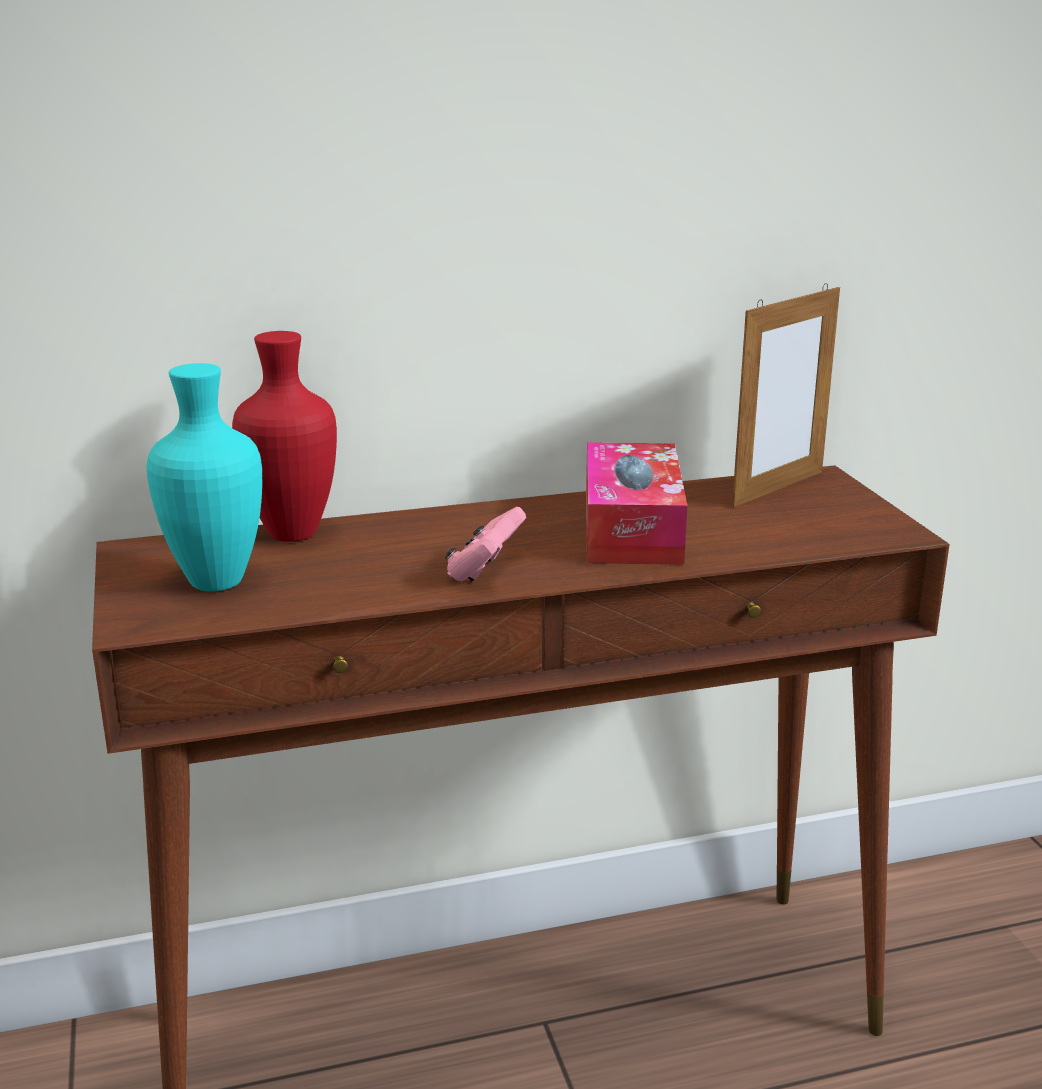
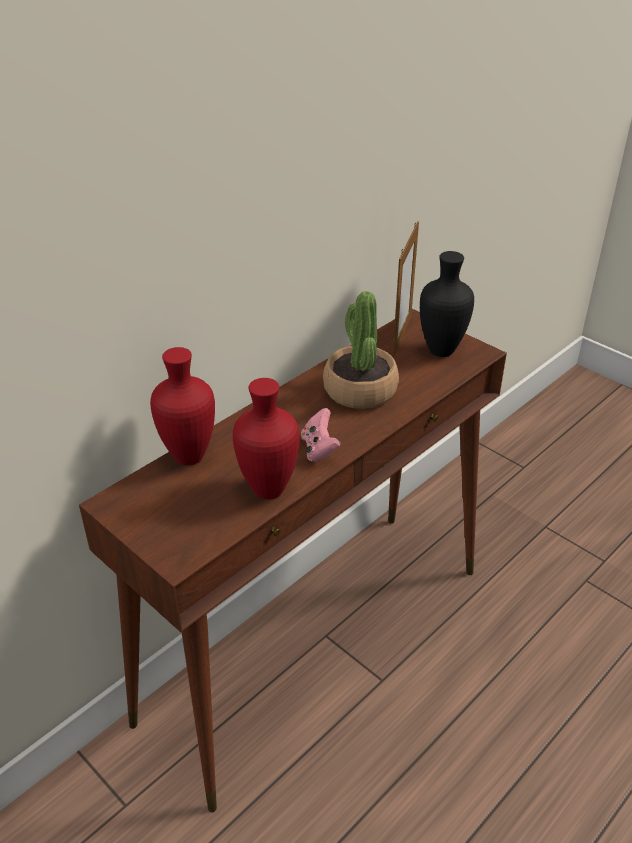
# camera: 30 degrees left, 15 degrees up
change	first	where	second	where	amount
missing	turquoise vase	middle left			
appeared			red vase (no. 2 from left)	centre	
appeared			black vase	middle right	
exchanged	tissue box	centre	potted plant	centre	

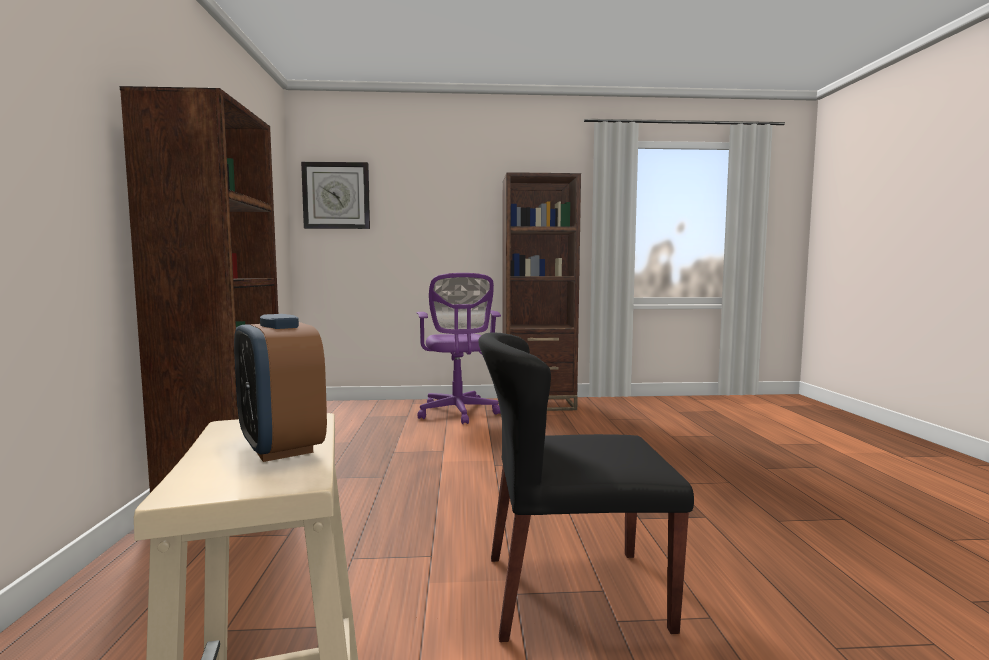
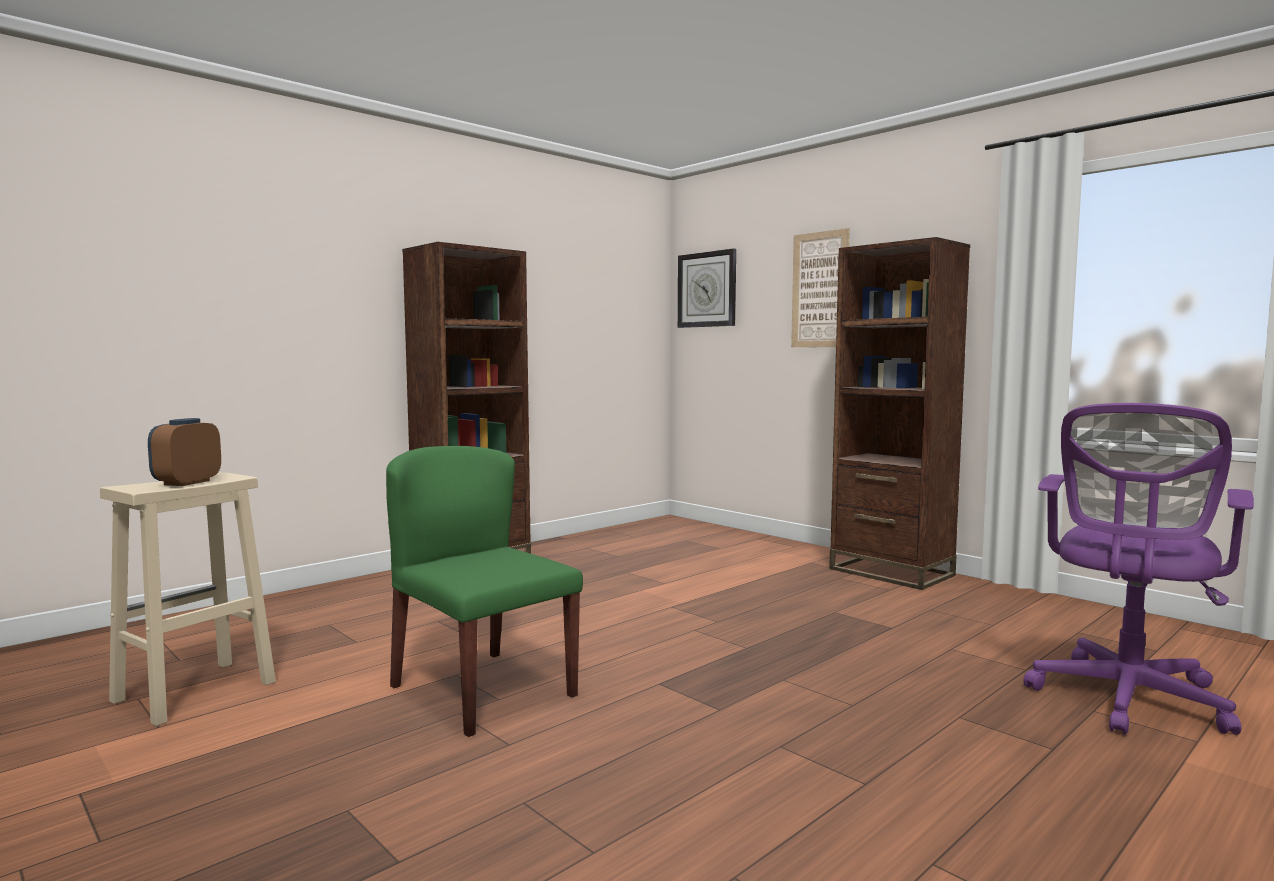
# camera: 50 degrees right, 0 degrees up
change	first	where	second	where	amount
appeared			picture	top centre	
relocated	purple office chair	centre		middle right	
colour	black chair	bottom centre	green chair	bottom centre	

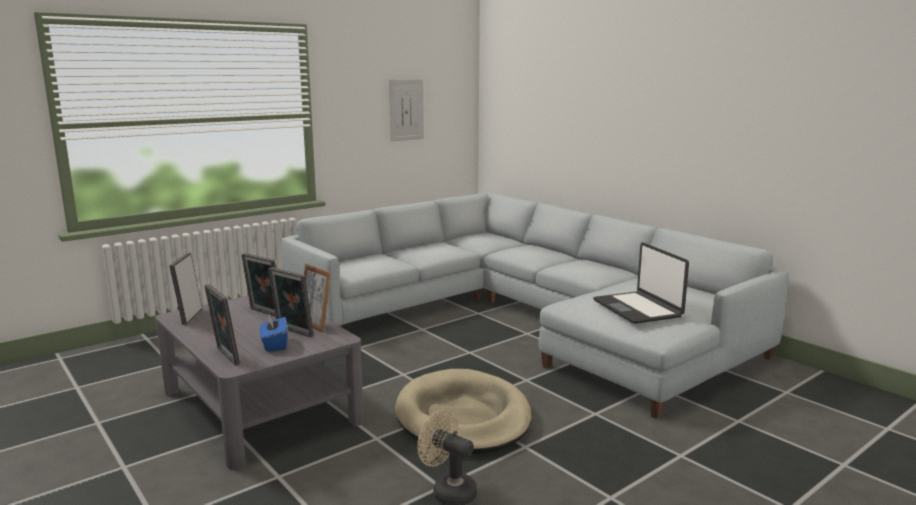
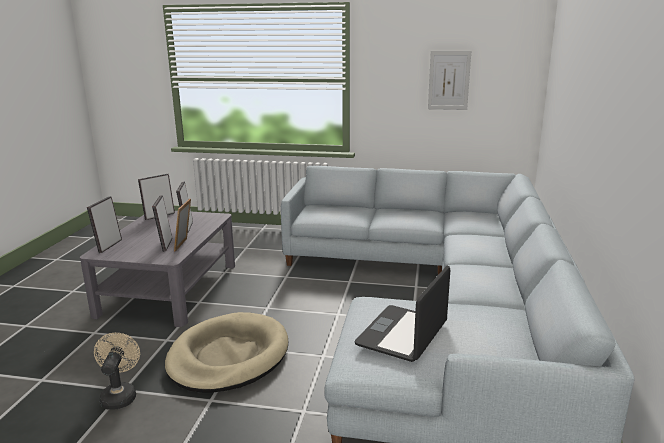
# camera: 50 degrees right, 5 degrees up
change	first	where	second	where	amount
missing	blue tissue box	middle left			

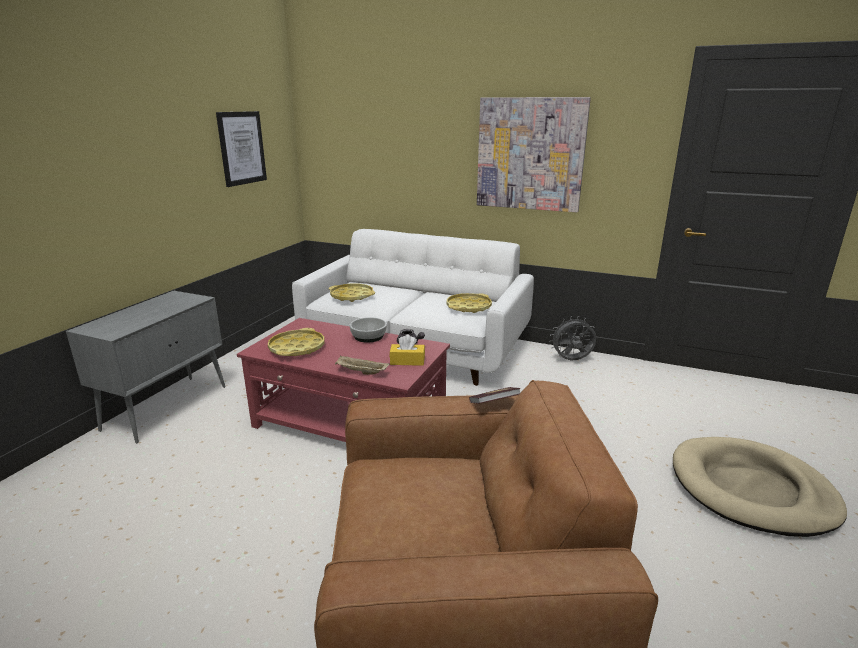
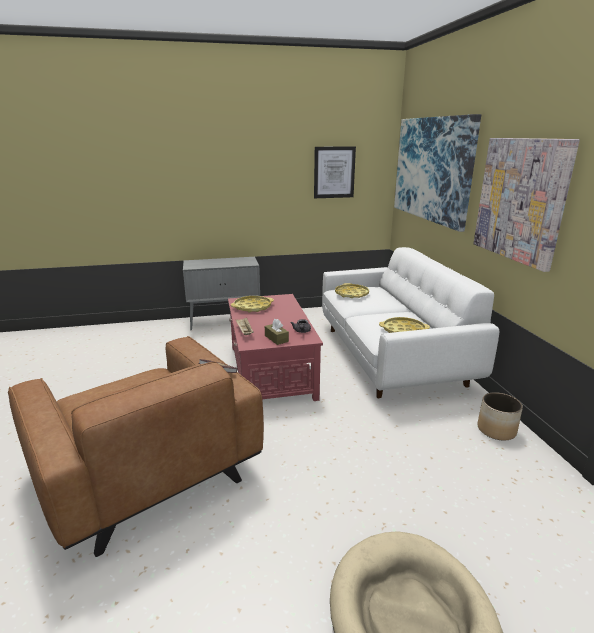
# camera: 55 degrees right, 0 degrees up
change	first	where	second	where	amount
missing	bowl	centre			
appeared			picture (no. 2 from left)	top right	
exchanged	grey fan	middle right	planter	middle right	
colour	yellow tissue box	centre	brown tissue box	centre	

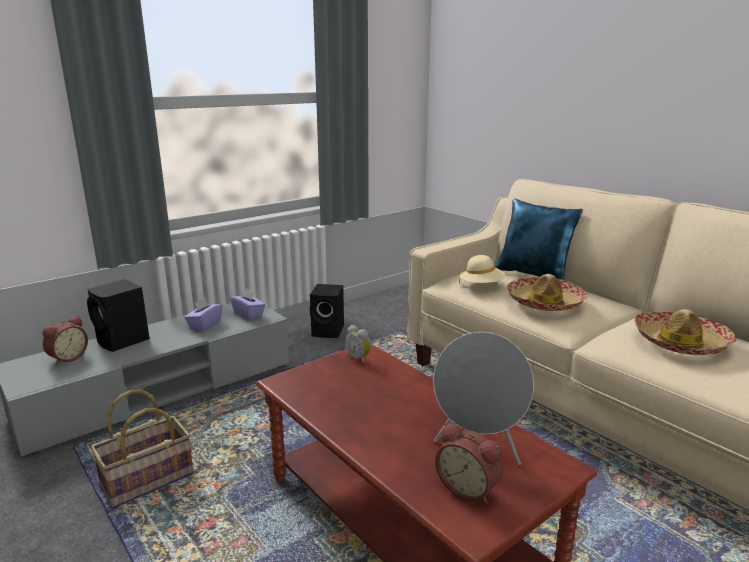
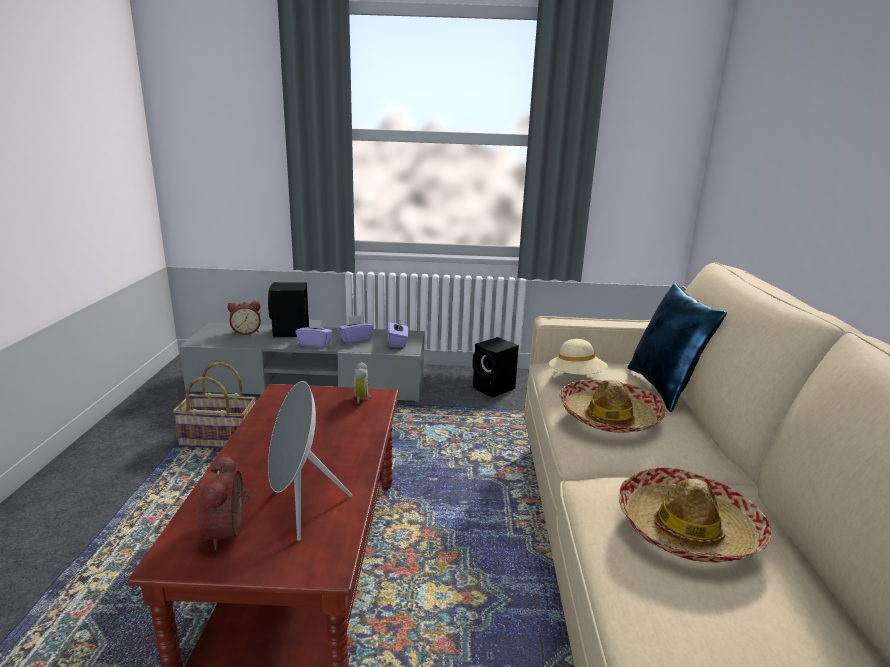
# camera: 40 degrees right, 0 degrees up
change	first	where	second	where	amount
appeared			purple tissue box (no. 1 from left)	centre	

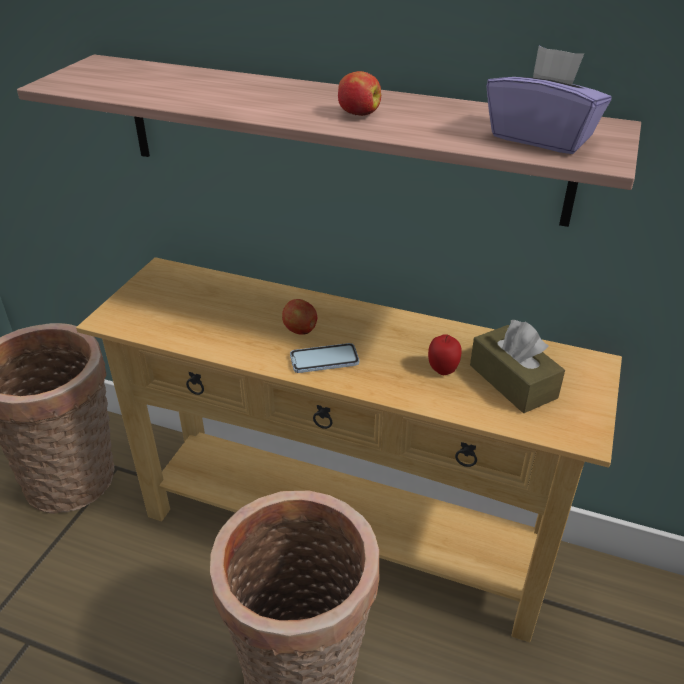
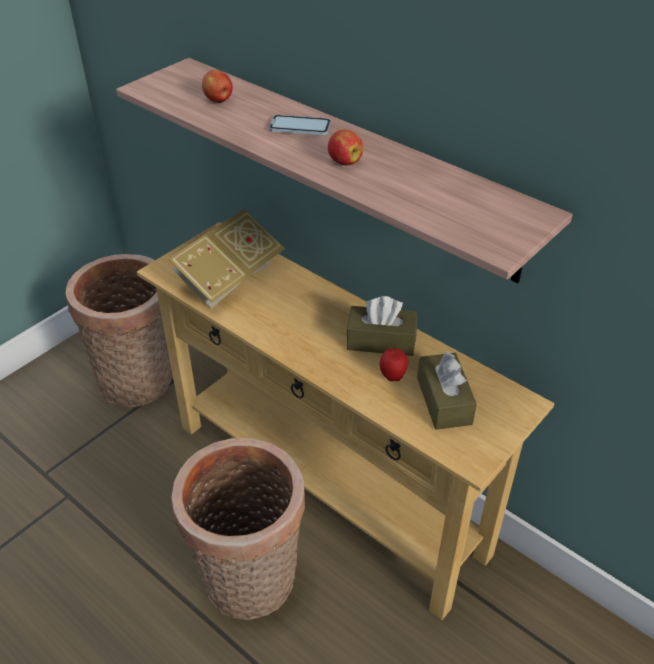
# camera: 20 degrees right, 5 degrees up
change	first	where	second	where	amount
missing	purple tissue box	top right			
appeared			book	centre	
appeared			brown tissue box (no. 1 from left)	centre	
relocated	apple (no. 1 from left)	centre		top left	
relocated	phone	centre		top centre	

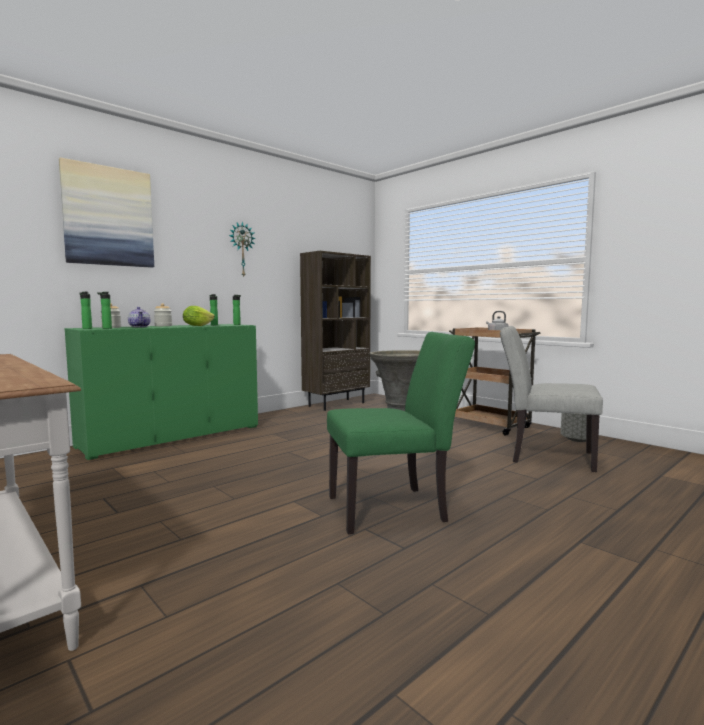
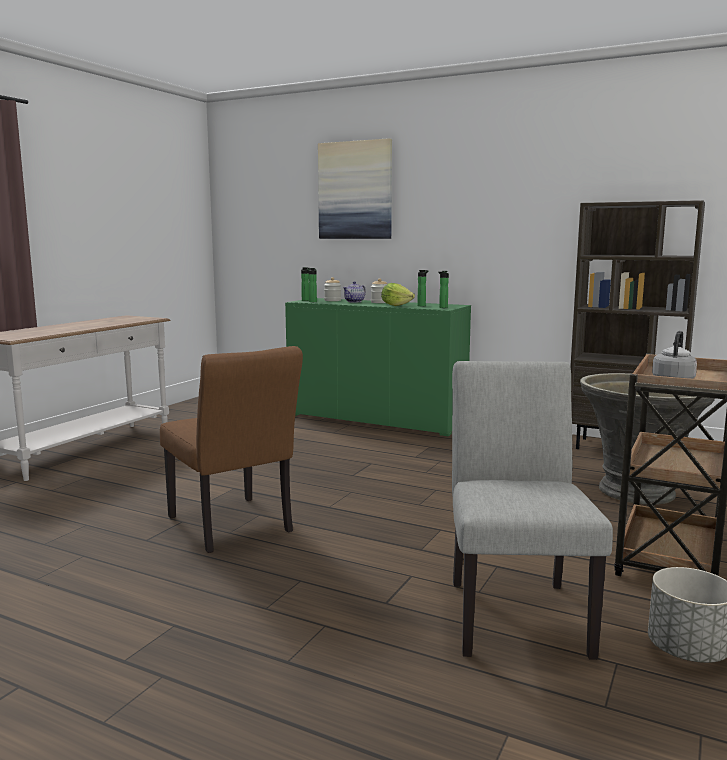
# camera: 70 degrees right, 5 degrees up
change	first	where	second	where	amount
missing	wall clock	centre			
colour	green chair	centre	brown chair	middle left	

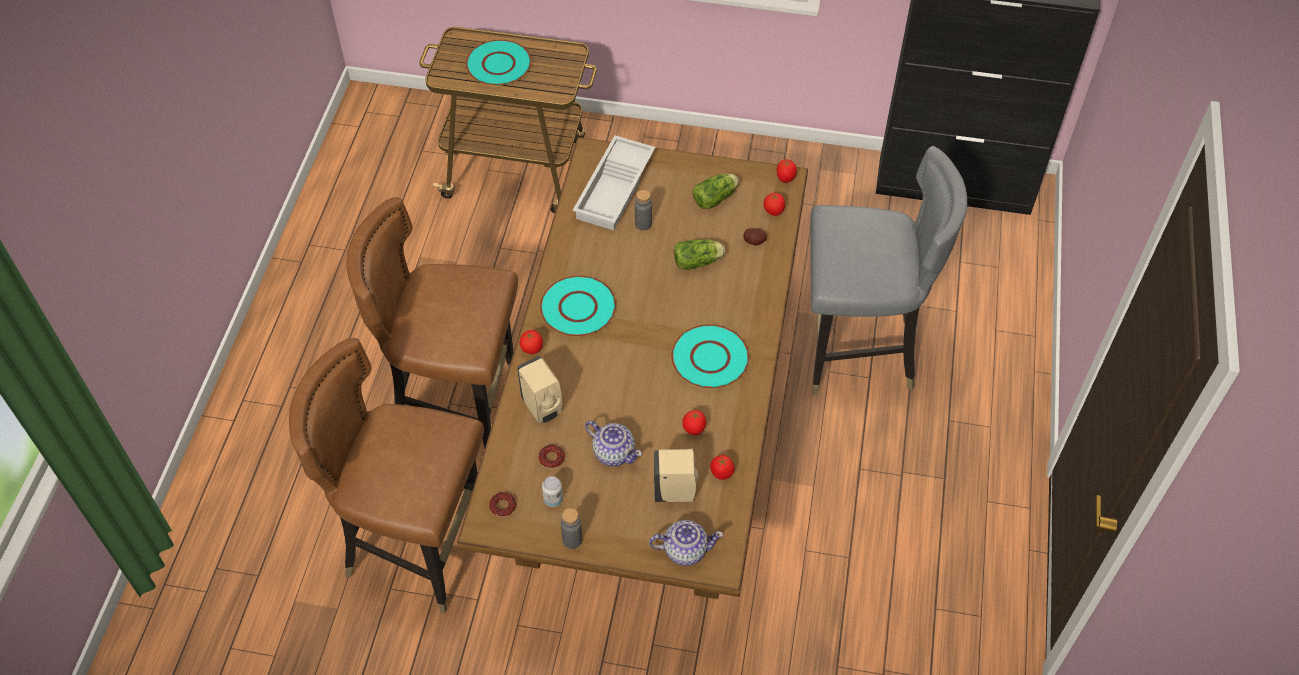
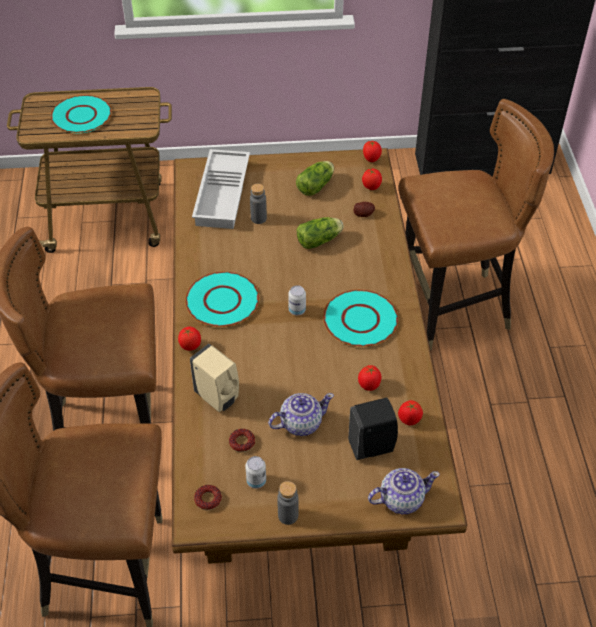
# camera: 15 degrees left, 5 degrees down
change	first	where	second	where	amount
appeared			can (no. 2 from left)	centre	
colour	beige soap dispenser (no. 2 from left)	bottom centre	black soap dispenser	bottom centre	
colour	grey chair	middle right	brown chair (no. 3 from left)	middle right	
spun	teapot (no. 1 from left)	centre		centre	45 degrees counterclockwise

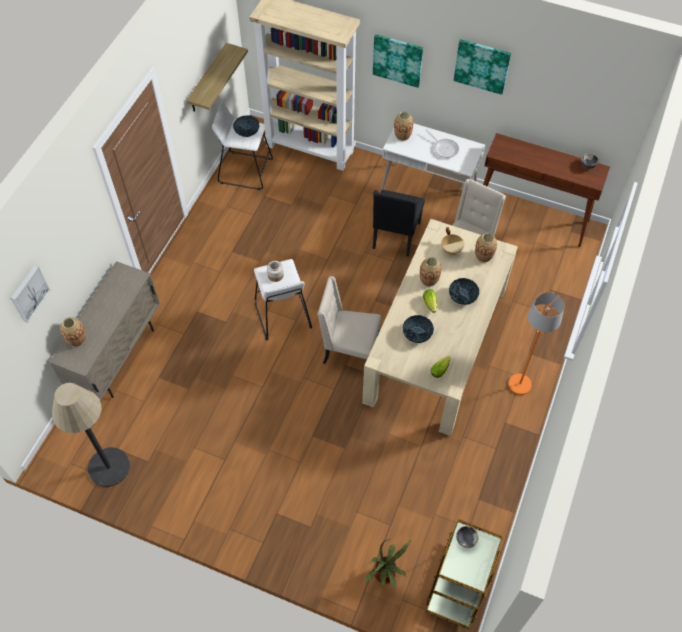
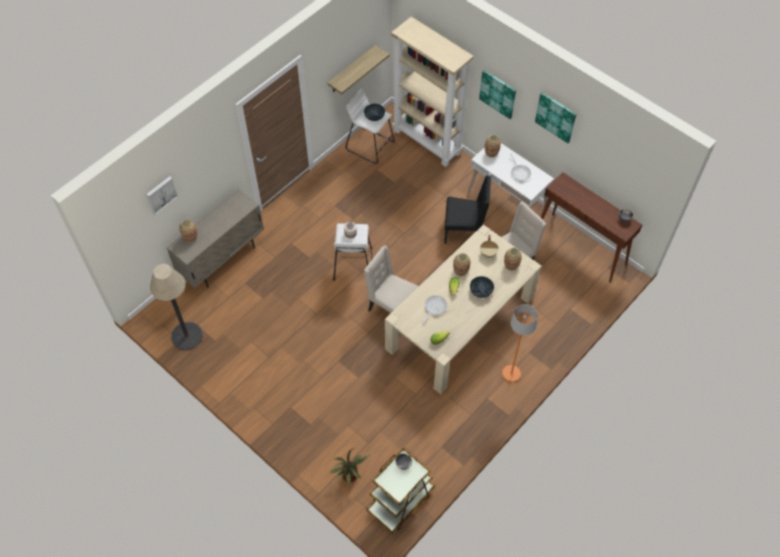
# camera: 20 degrees right, 0 degrees up
change	first	where	second	where	amount
exchanged	bowl (no. 2 from left)	centre	frying pan (no. 1 from left)	centre	
spun	black chair	centre		centre	120 degrees counterclockwise

